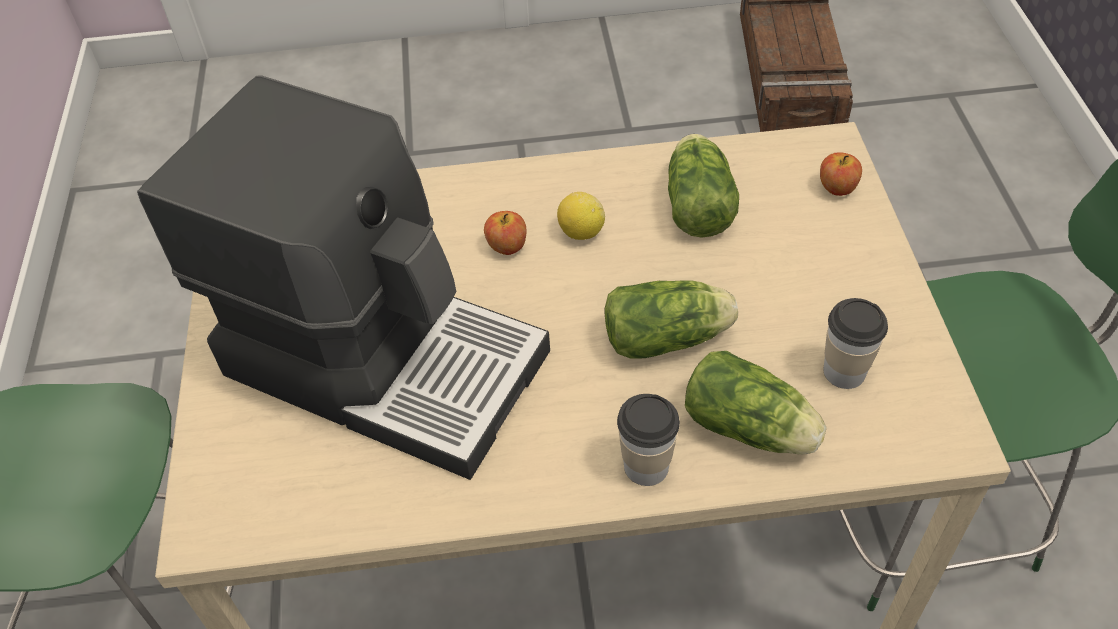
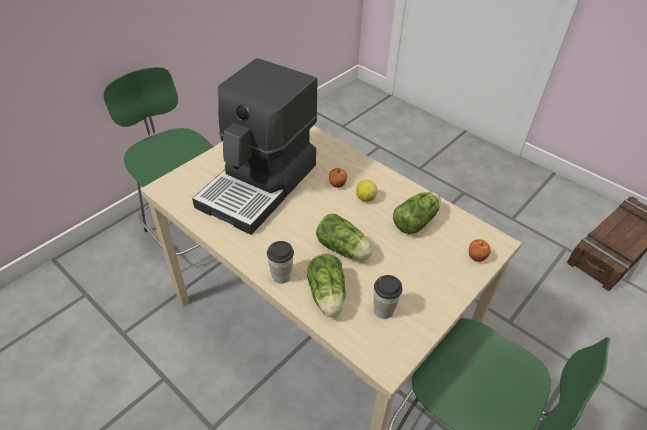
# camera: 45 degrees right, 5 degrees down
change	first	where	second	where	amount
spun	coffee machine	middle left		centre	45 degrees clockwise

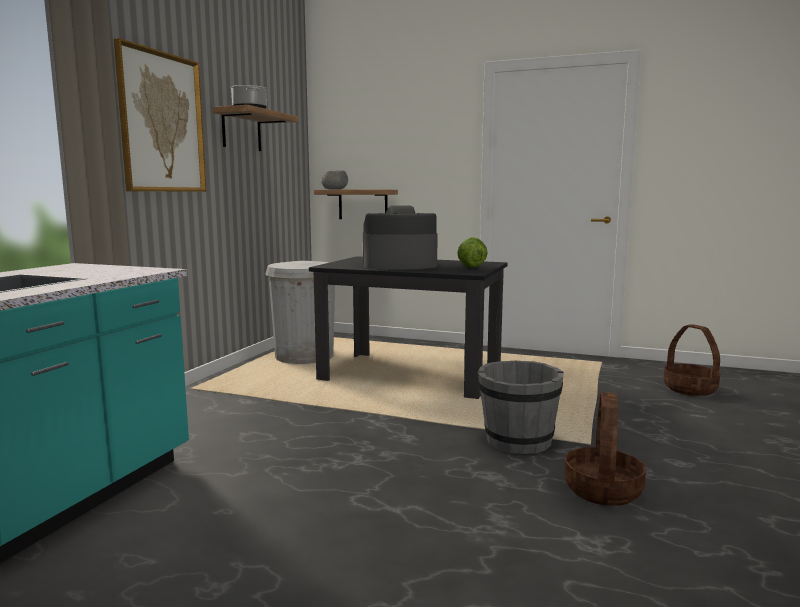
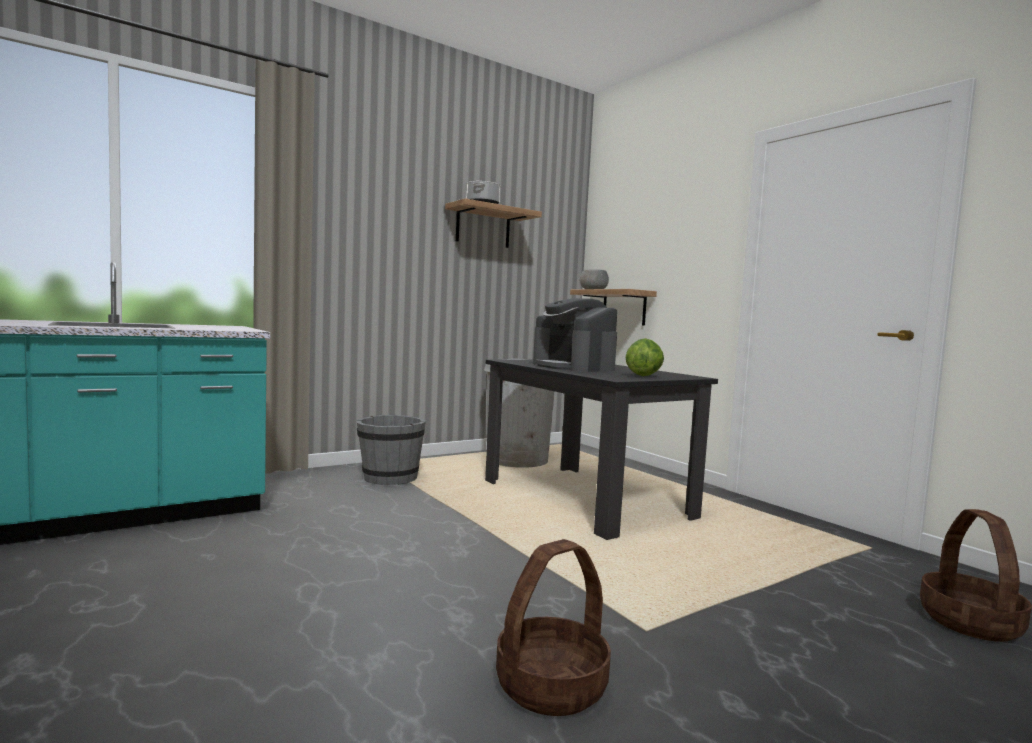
# camera: 35 degrees right, 5 degrees down
change	first	where	second	where	amount
missing	picture	top left			
relocated	grey bucket	bottom centre		centre	
spun	coffee machine	centre		centre	150 degrees counterclockwise

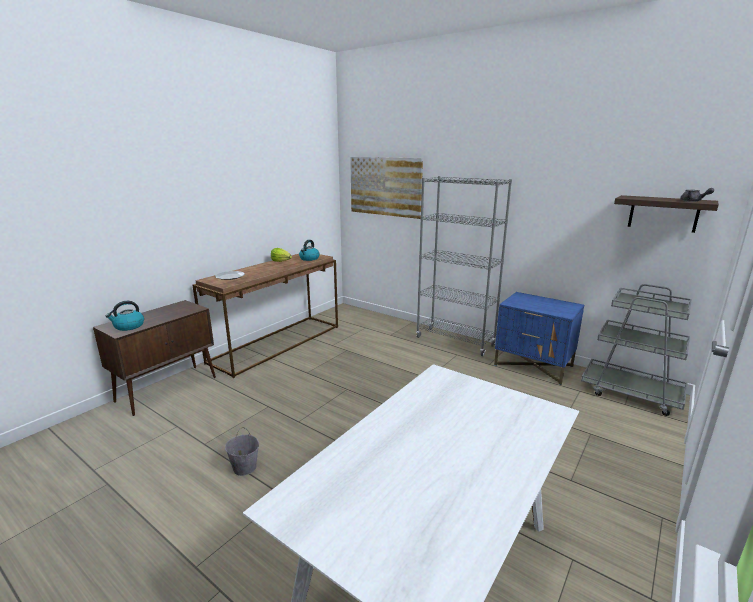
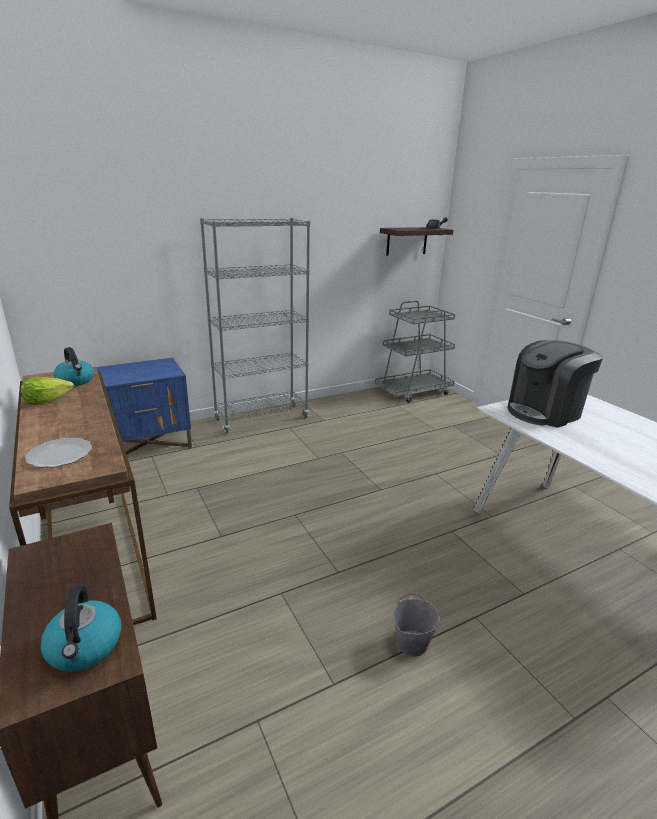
# camera: 65 degrees left, 5 degrees up
change	first	where	second	where	amount
missing	picture	top centre			
appeared			coffee machine	middle right	
relocated	blue nightstand	middle right		middle left	

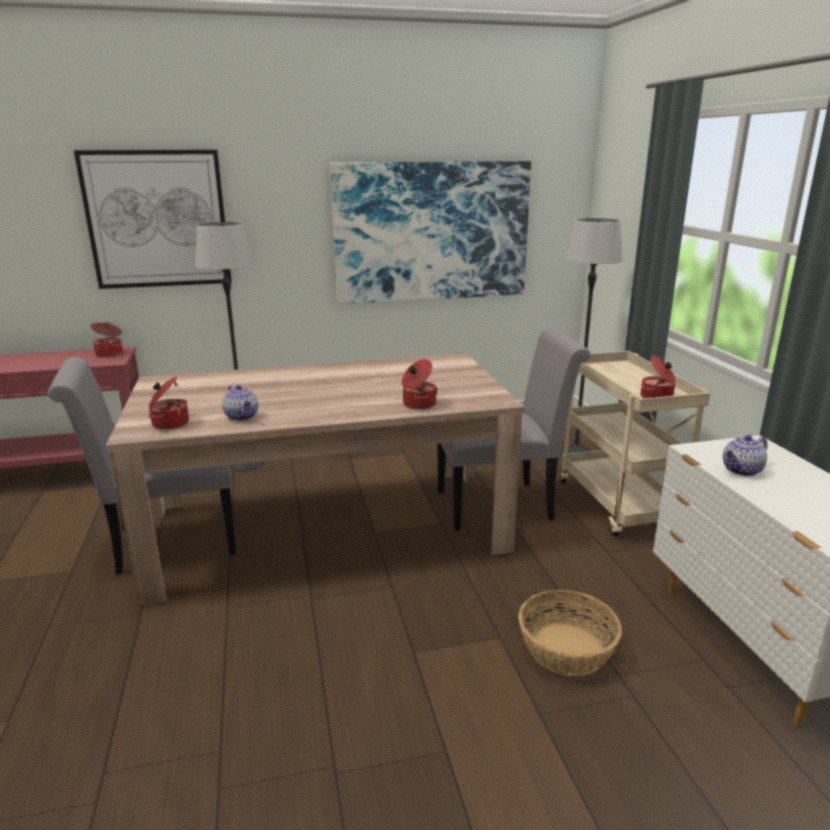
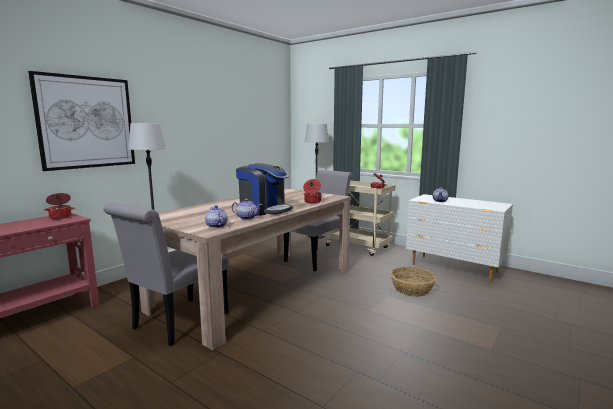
# camera: 40 degrees left, 10 degrees down
change	first	where	second	where	amount
missing	picture (no. 2 from left)	top centre			
appeared			coffee machine	centre	
exchanged	cooking pot (no. 2 from left)	middle left	teapot (no. 1 from left)	centre	

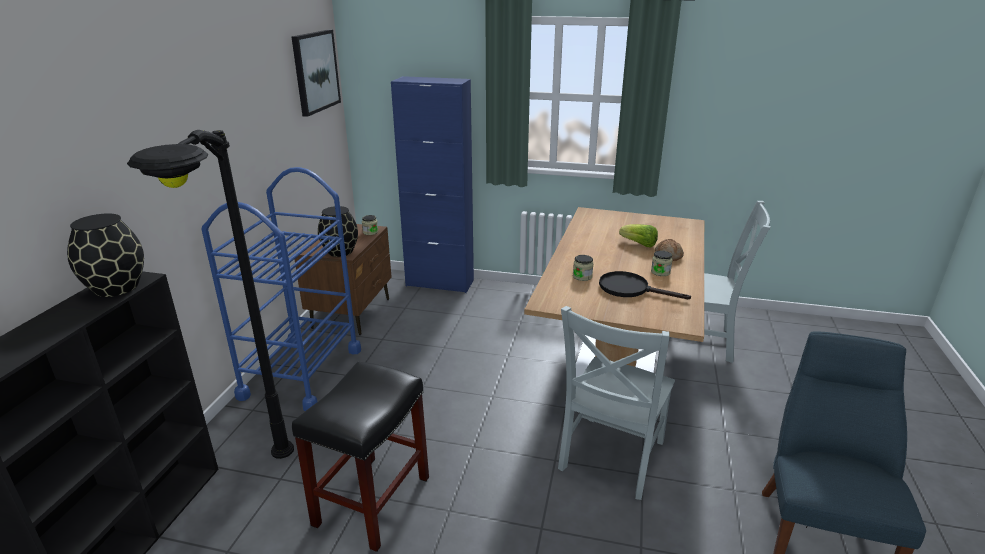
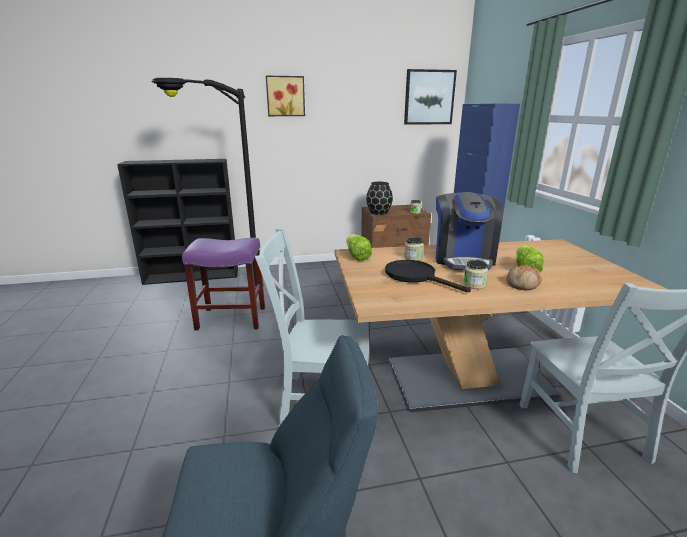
# camera: 65 degrees right, 5 degrees down
change	first	where	second	where	amount
missing	black vase (no. 1 from left)	middle left			
missing	blue cart	middle left			
appeared			picture (no. 1 from left)	top centre	
appeared			lettuce (no. 1 from left)	centre	
appeared			coffee machine	middle right	
colour	black stool	bottom centre	purple stool	middle left	
spun	black frying pan	centre		centre	45 degrees counterclockwise

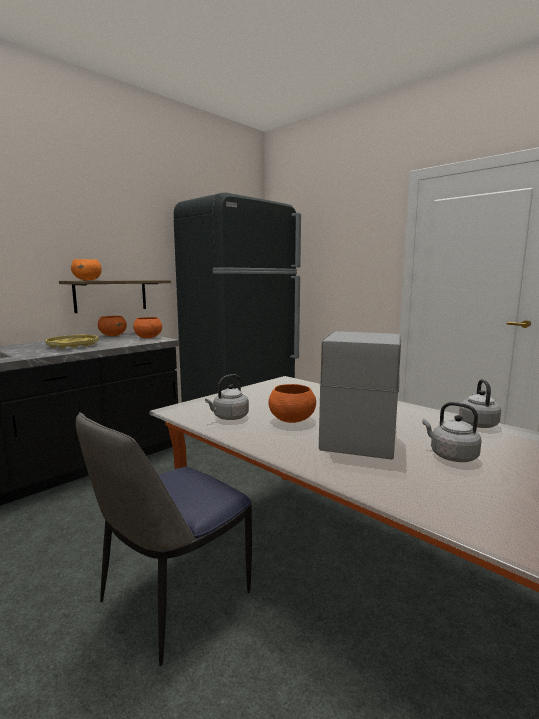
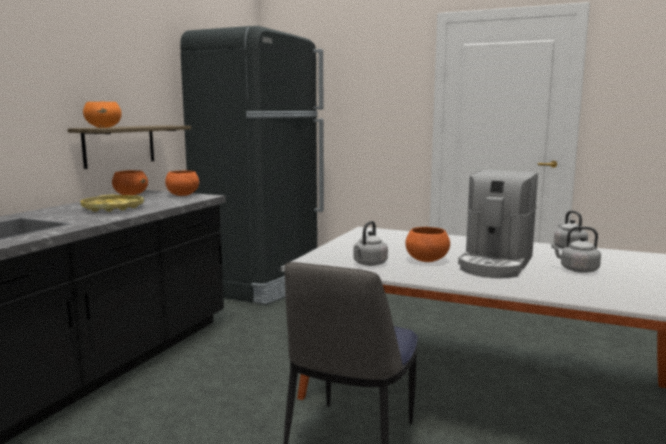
# camera: 20 degrees left, 0 degrees up
change	first	where	second	where	amount
spun	coffee machine	middle right		middle right	150 degrees counterclockwise

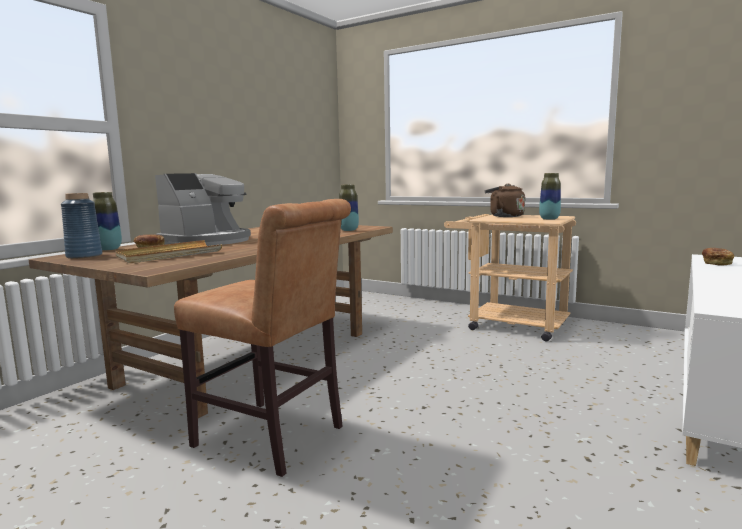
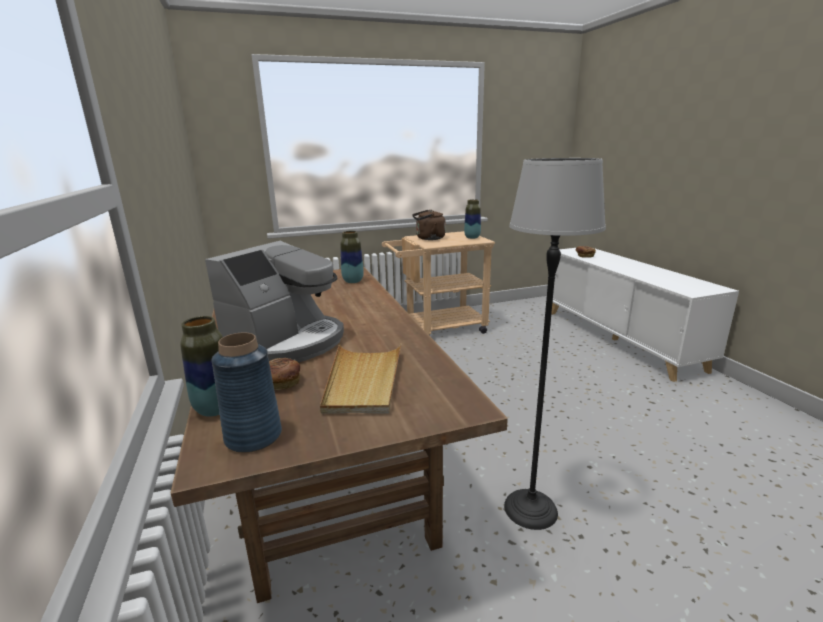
# camera: 50 degrees left, 10 degrees up
change	first	where	second	where	amount
exchanged	brown chair	centre	floor lamp	middle right	
spun	coffee machine	middle left		middle left	45 degrees clockwise

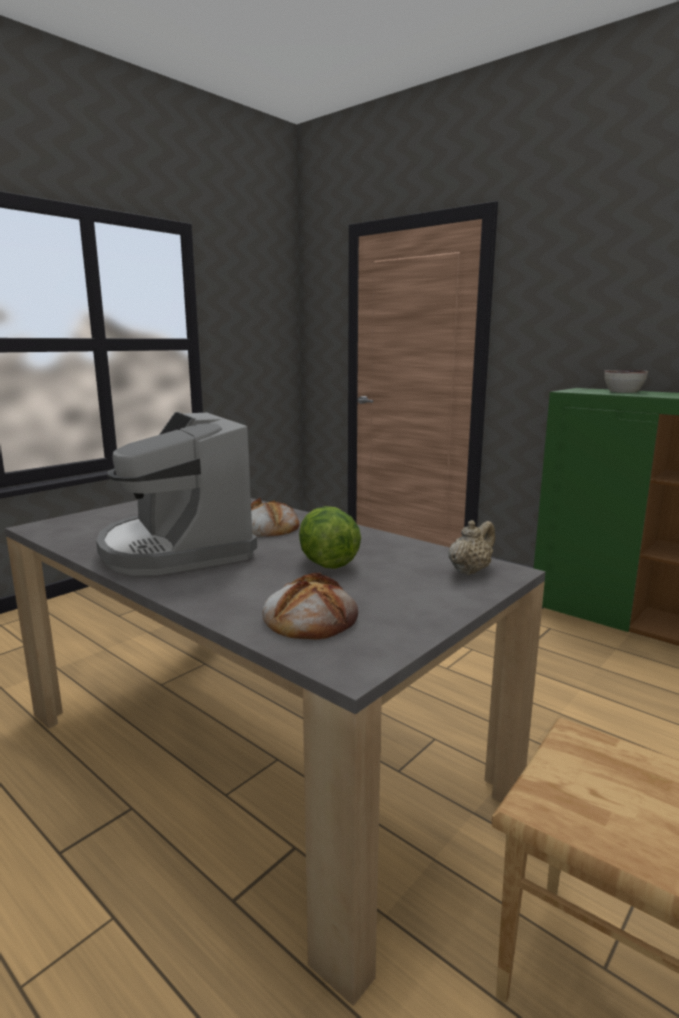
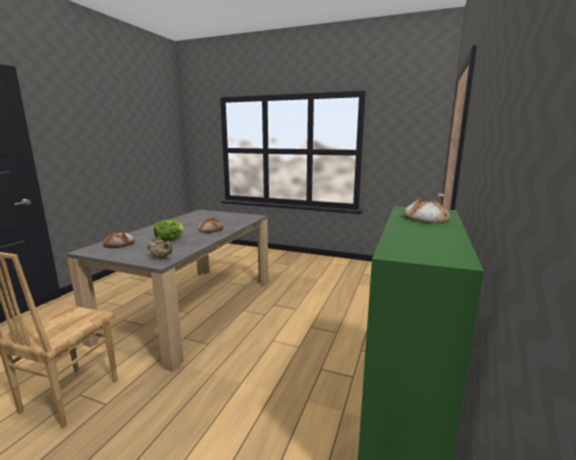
# camera: 70 degrees right, 0 degrees up
change	first	where	second	where	amount
missing	coffee machine	middle left			
exchanged	bowl	middle right	bread (no. 3 from left)	middle right	

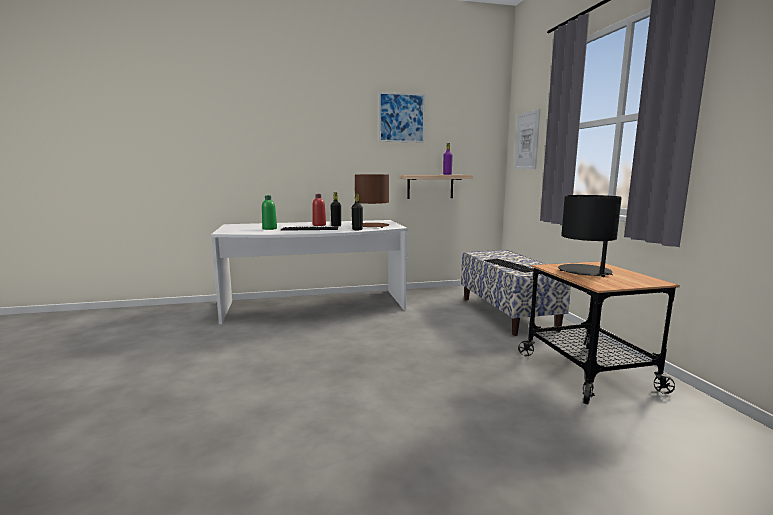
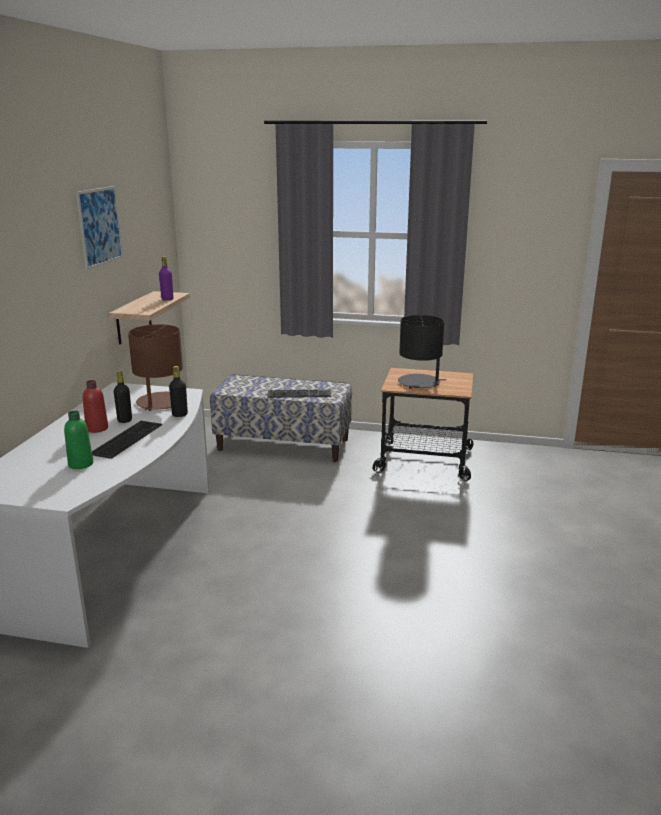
# camera: 65 degrees left, 10 degrees up
change	first	where	second	where	amount
missing	picture (no. 2 from left)	top right			

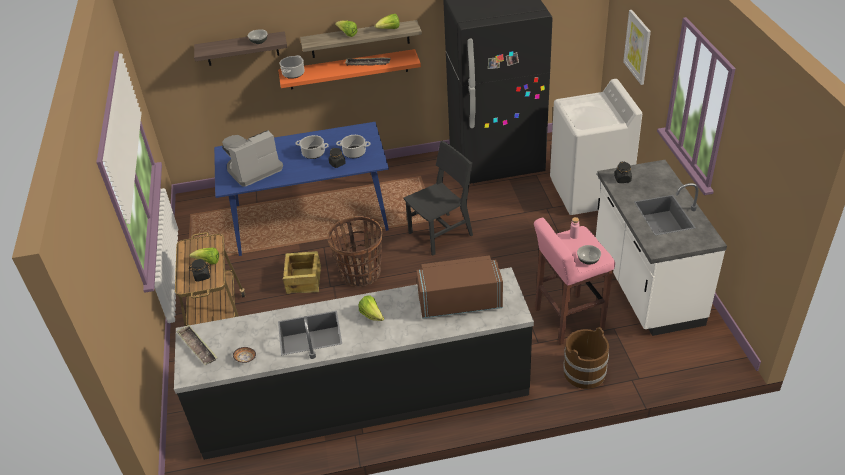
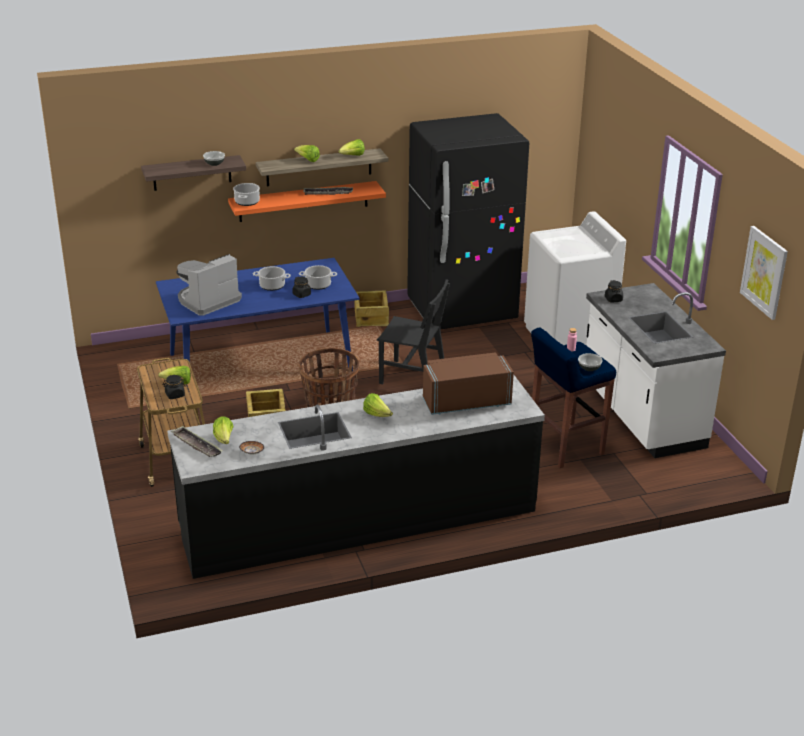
# camera: 10 degrees left, 10 degrees down
change	first	where	second	where	amount
missing	brown bucket	bottom right			
appeared			lettuce (no. 2 from left)	middle left	
appeared			crate (no. 2 from left)	centre	
relocated	picture	top right		middle right	
colour	pink stool	middle right	blue stool	middle right	
spun	black chair	centre		centre	60 degrees clockwise

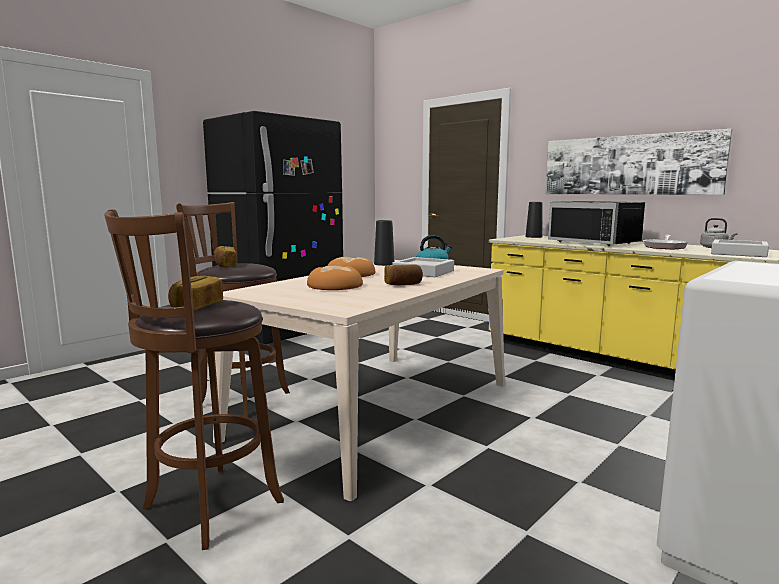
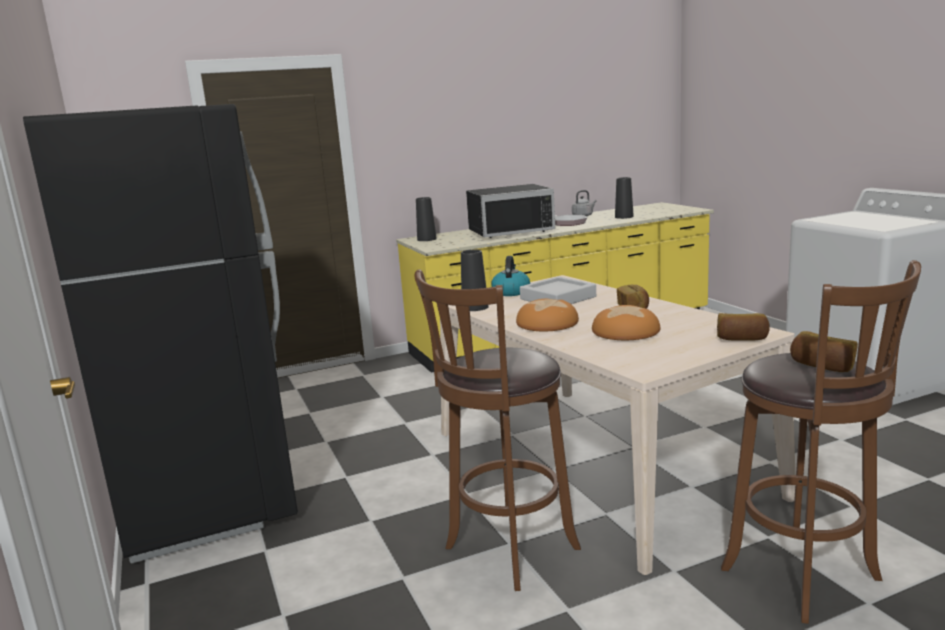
# camera: 65 degrees left, 5 degrees up
change	first	where	second	where	amount
missing	picture	top right			
relocated	bread (no. 2 from left in the first image)	middle left	bread (no. 4 from left)	middle right	
exchanged	grey tray (no. 2 from left)	middle right	black vase (no. 3 from left)	top centre	

